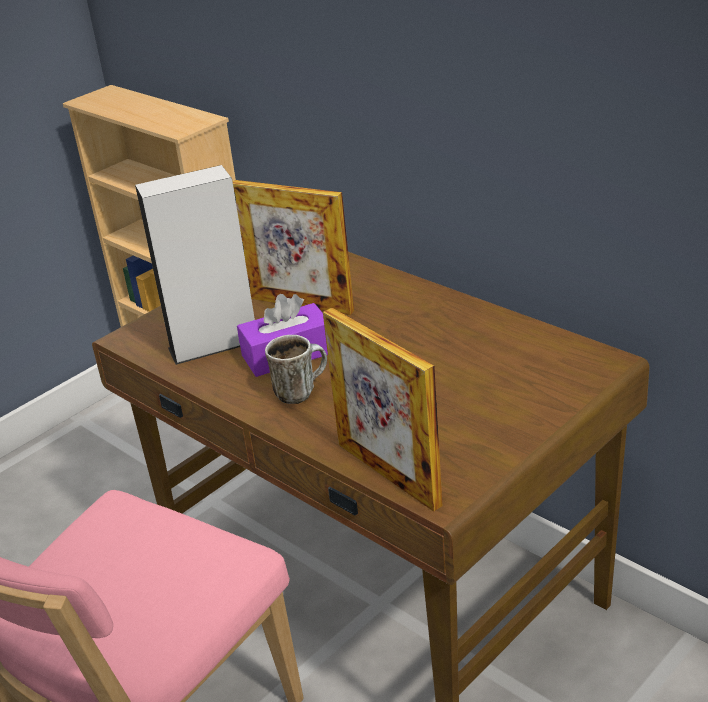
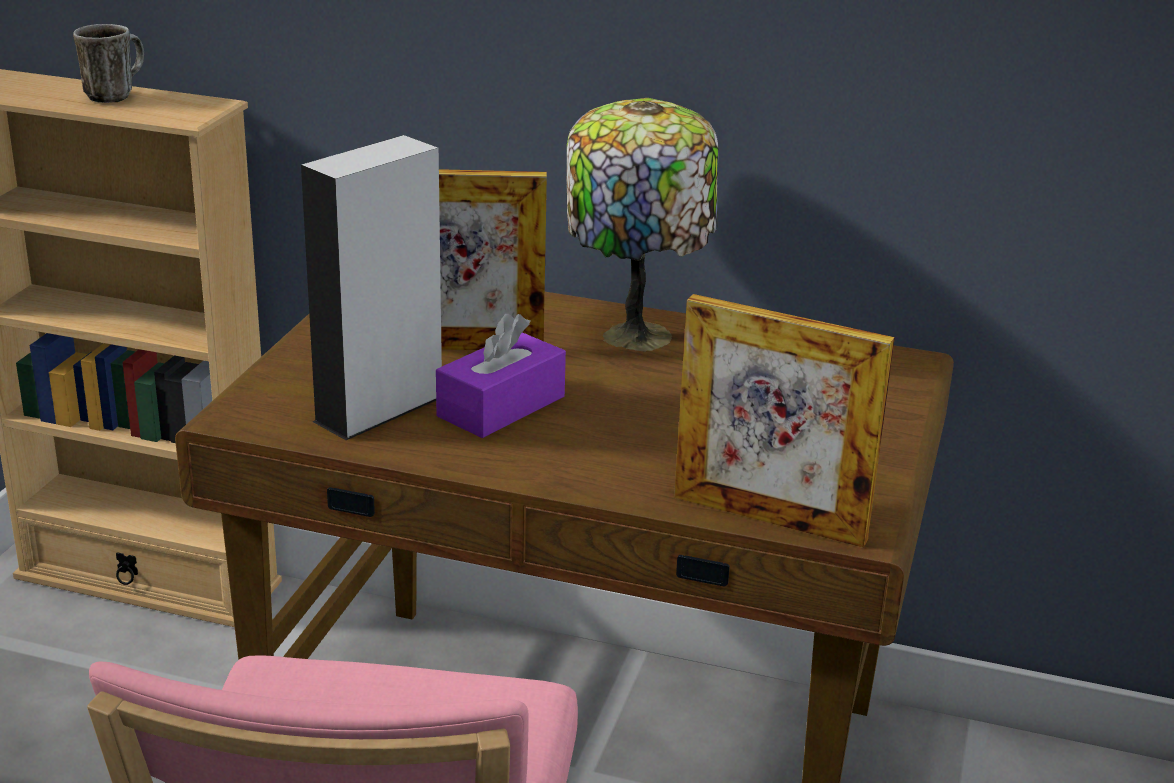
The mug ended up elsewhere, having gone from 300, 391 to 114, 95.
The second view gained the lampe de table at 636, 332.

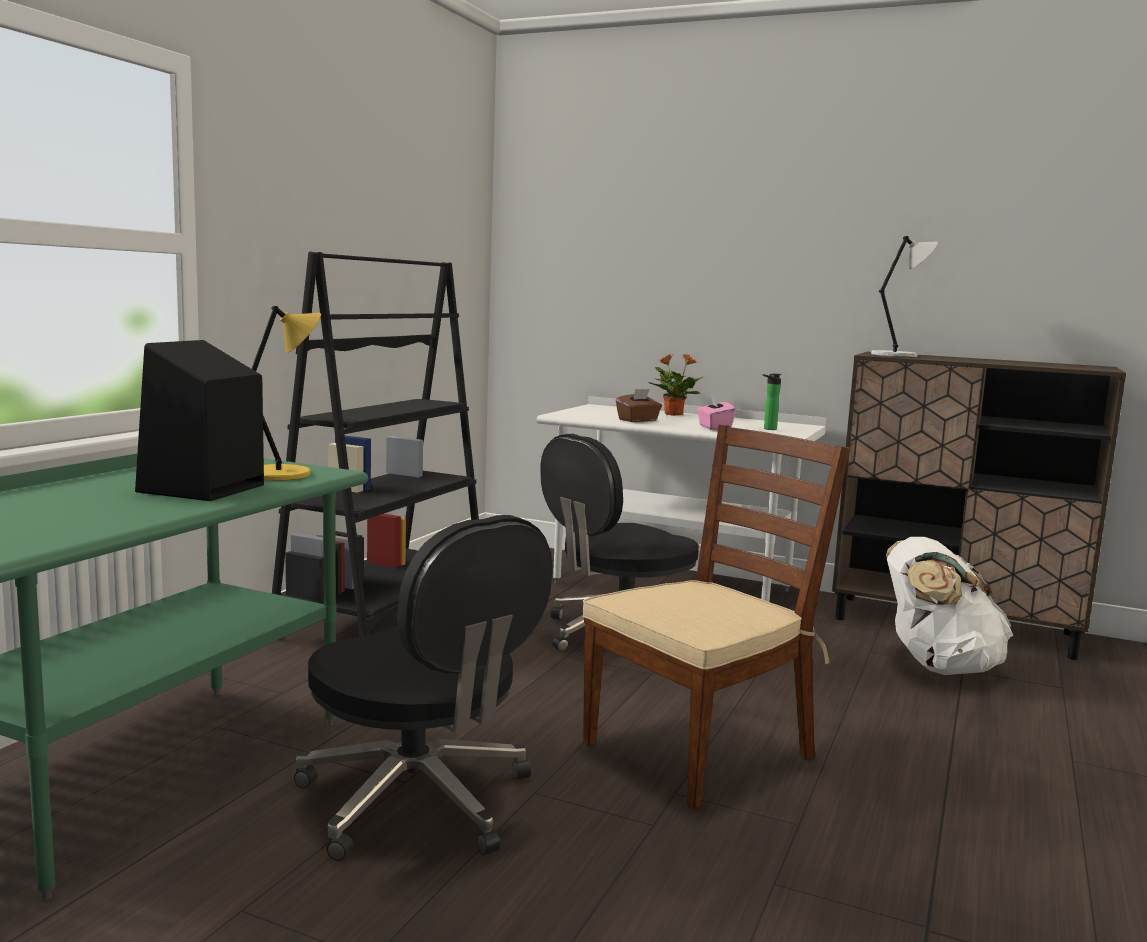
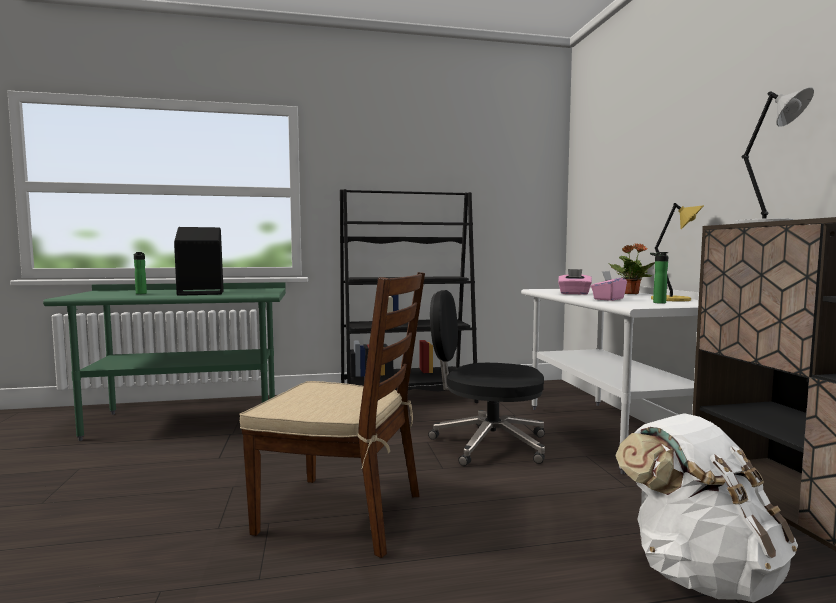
The second view gained the bouteille at 141, 293.
What was the boîte à mouchoirs (marron) at 638, 420 turned into the boîte à mouchoirs (rose) at 574, 293.
The lampe de table (jaune) ended up elsewhere, having gone from 282, 474 to 673, 299.
The second view lost the chaise de bureau (noir) at 419, 801.

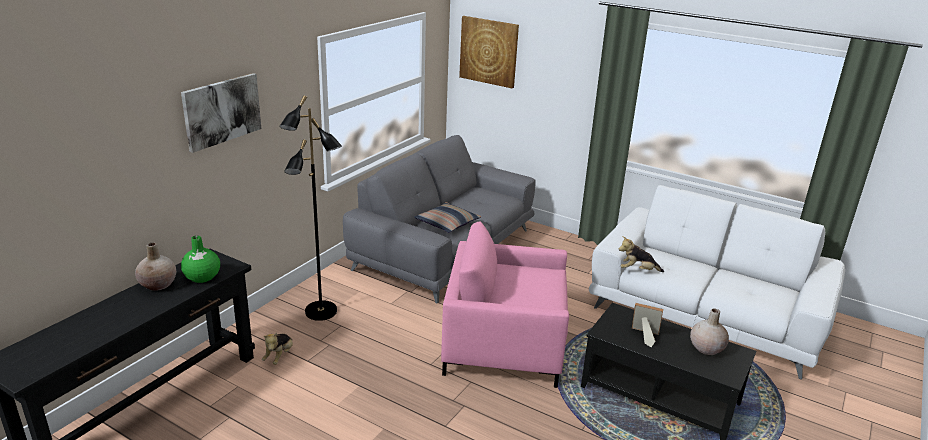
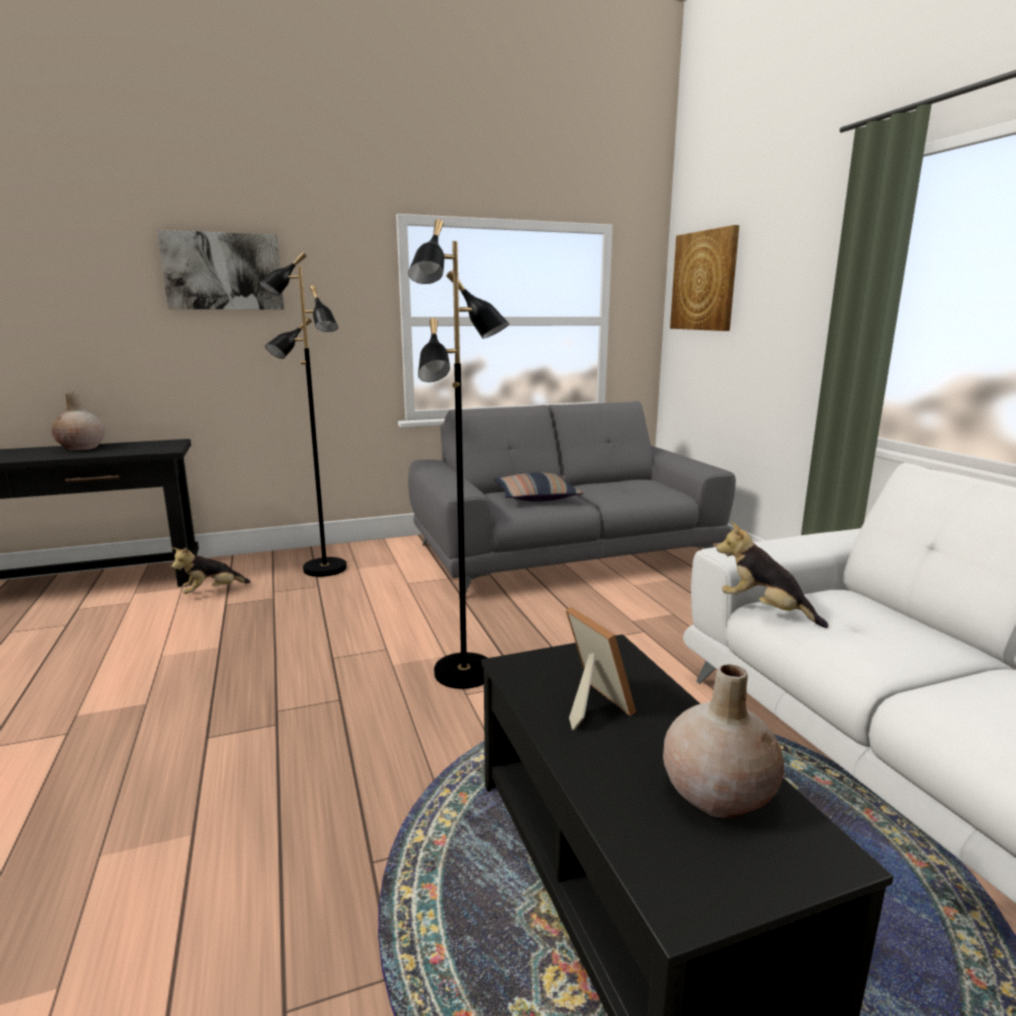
Where the fauteuil (rose) stood at 503, 344, the lampadaire (noir) came to stand at 465, 673.
The second view lost the vase (vert) at 202, 277.

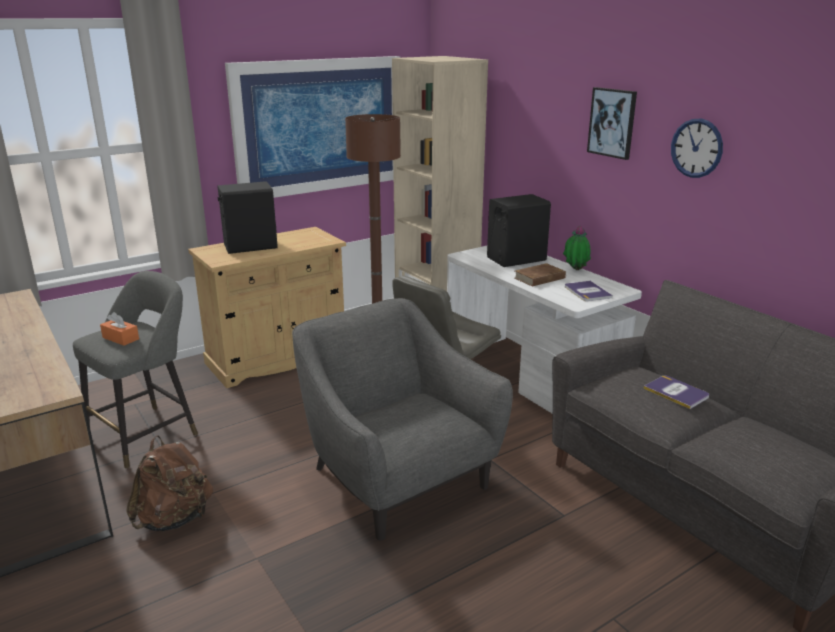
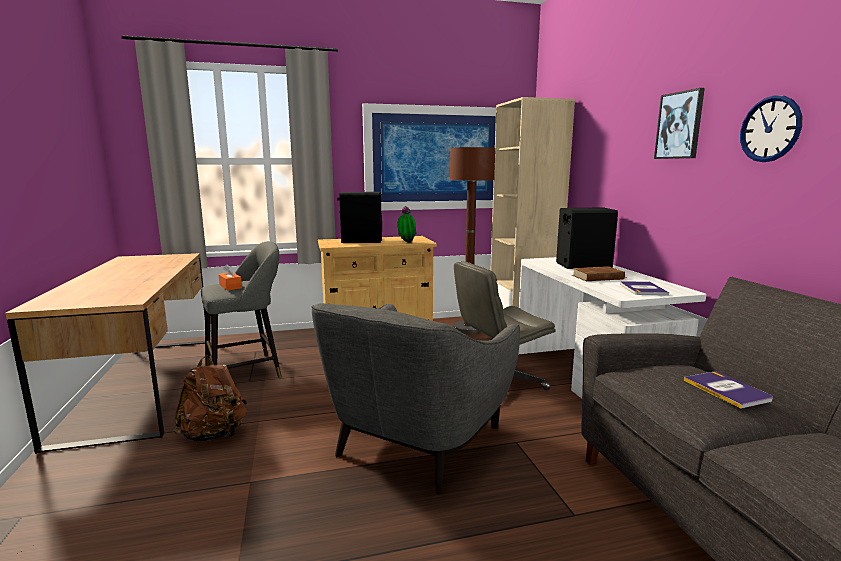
The fauteuil (gris) at 396, 478 ended up facing another way, 135 degrees counterclockwise from before.
The plante en pot ended up elsewhere, having gone from 575, 270 to 406, 243.

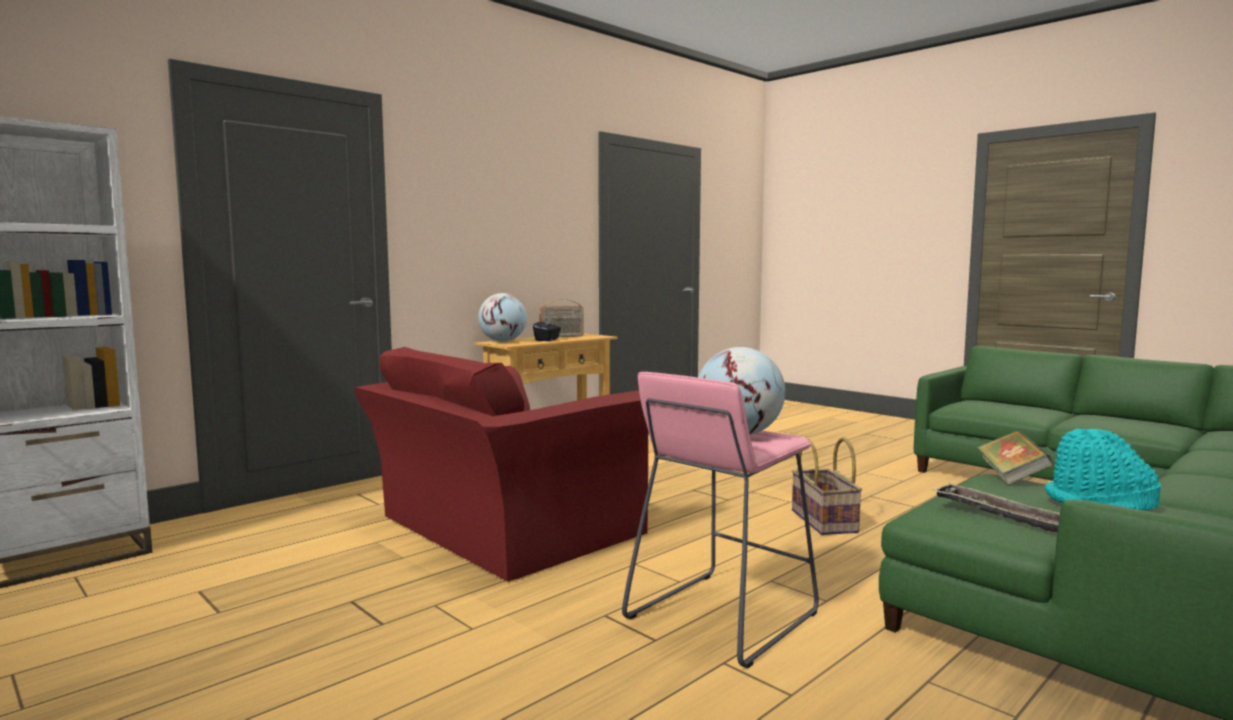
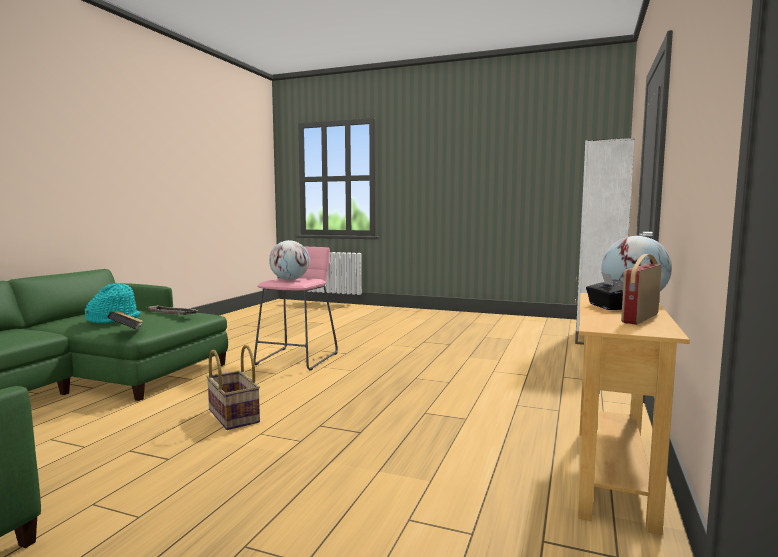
The second view lost the fauteuil (rouge) at 500, 528.

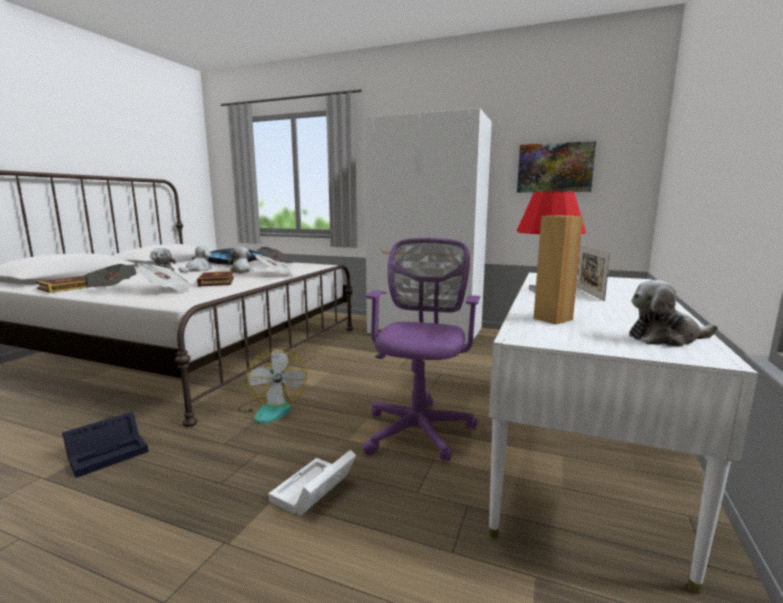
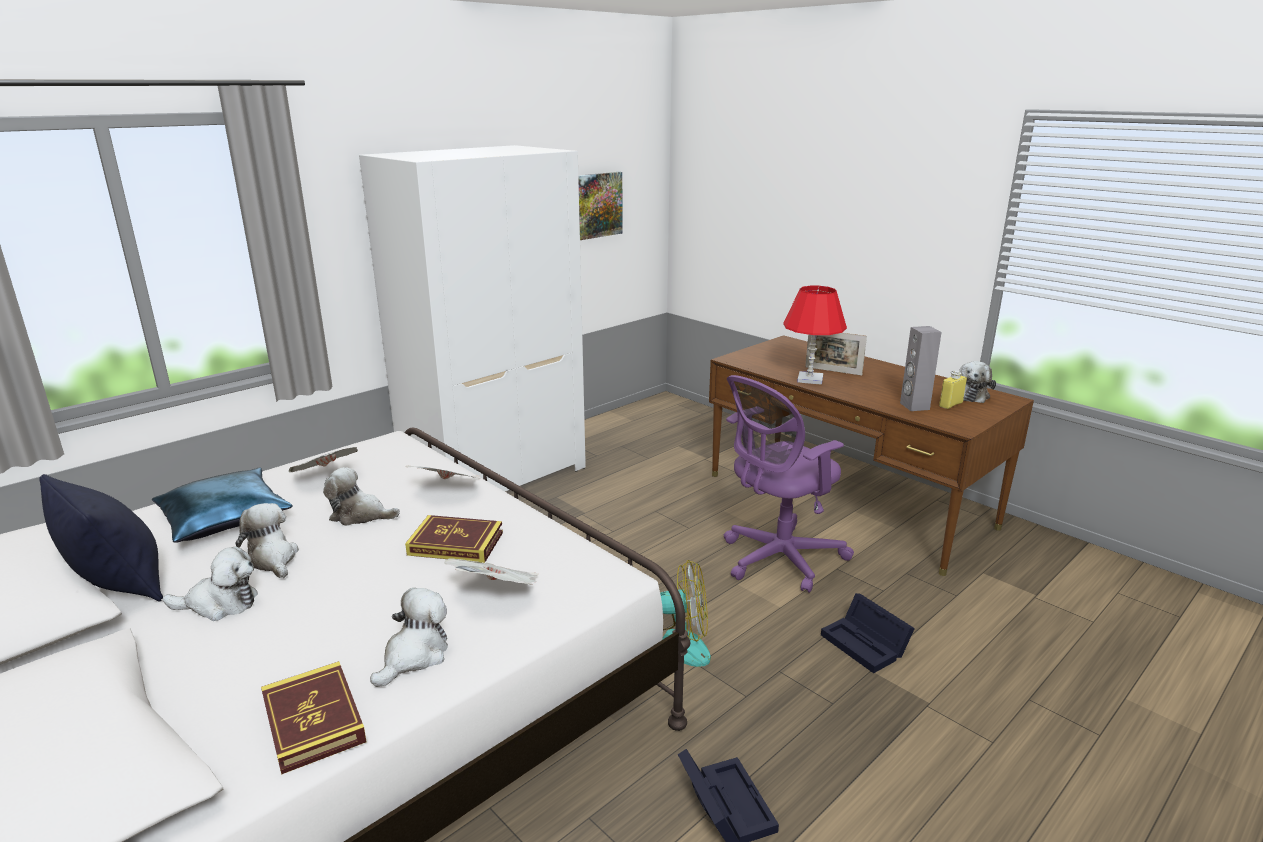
The second view gained the coussin (noir) at 118, 585.
Where the journal stood at 112, 289, the peluche came to stand at 414, 656.
What was the bureau (blanc) at 579, 448 turned into the bureau (marron) at 847, 500.
The chaise de bureau (violet) at 419, 428 ended up facing another way, 75 degrees counterclockwise from before.
What was the boîte de rangement (blanc) at 313, 492 turned into the boîte de rangement (noir) at 867, 645.
What was the enceinte (marron) at 552, 319 turned into the enceinte (gris) at 914, 406.
The second view gained the bouteille (jaune) at 950, 404.

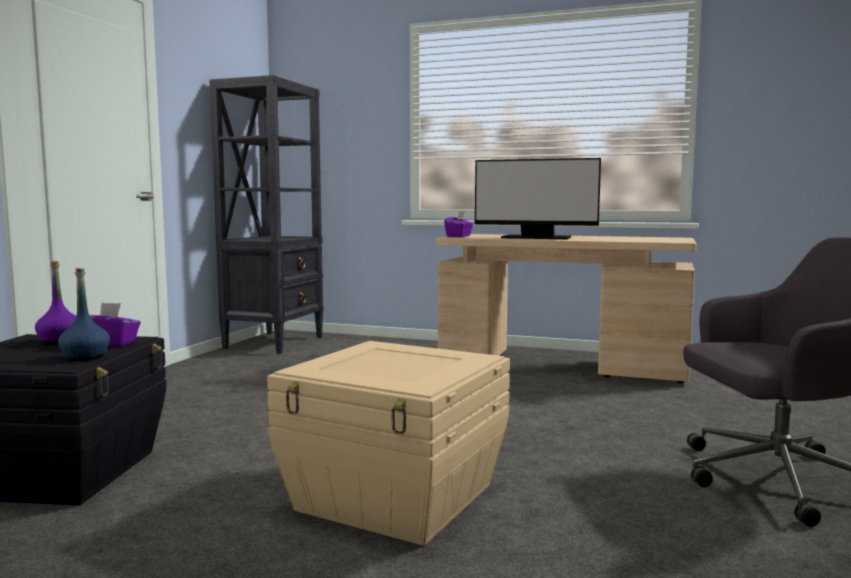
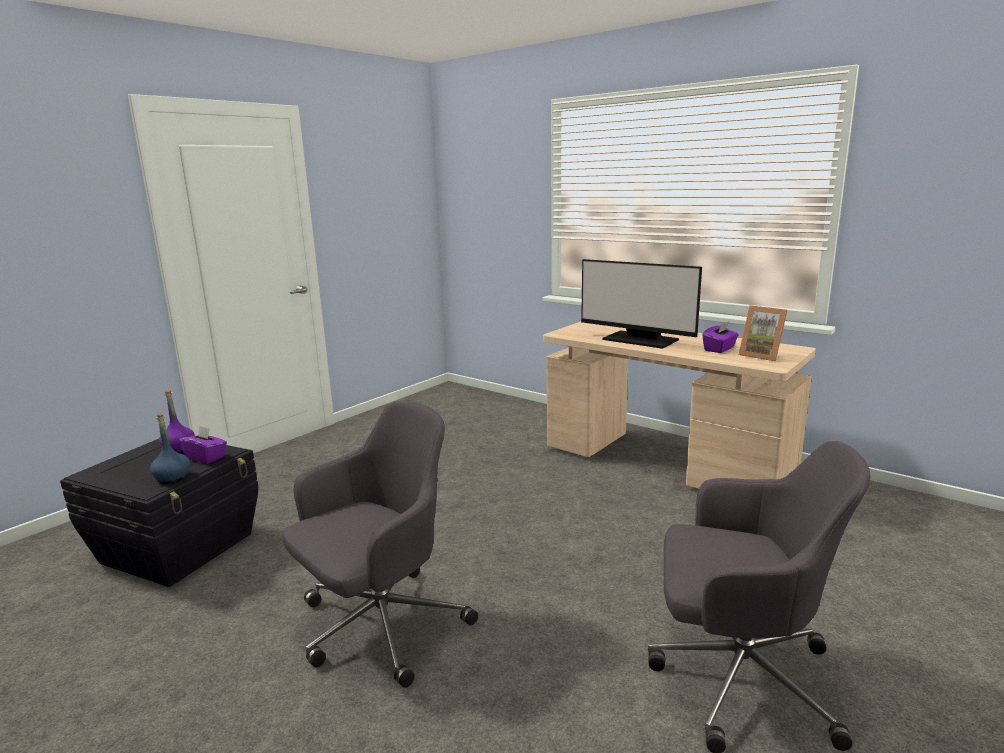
Where the boîte de rangement (beige) stood at 396, 498, the chaise de bureau (gris) came to stand at 380, 626.
The boîte à mouchoirs (violet) ended up elsewhere, having gone from 459, 236 to 719, 349.
The second view gained the cadre photo at 762, 355.
The second view lost the bibliothèque (noir) at 275, 342.

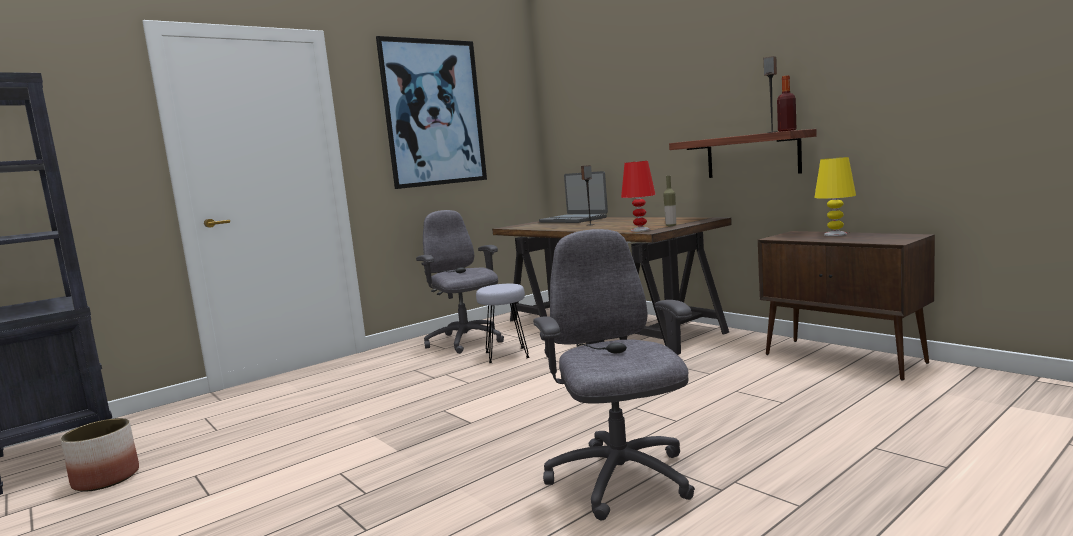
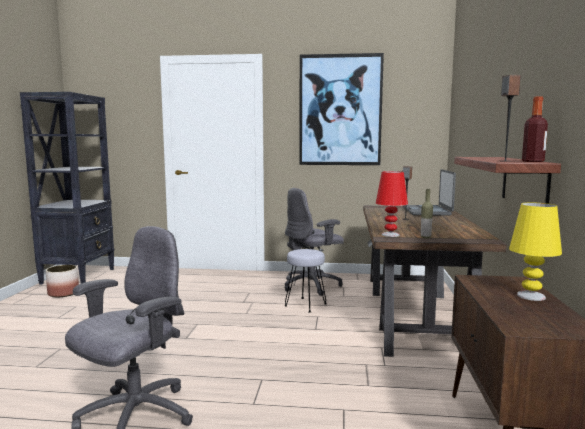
The chaise de bureau (gris) at 465, 342 ended up facing another way, 135 degrees counterclockwise from before.

